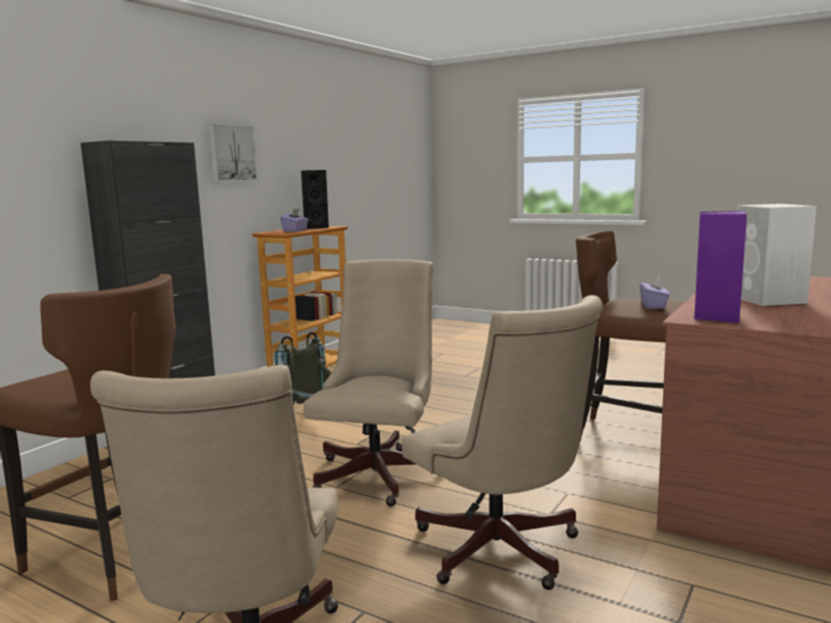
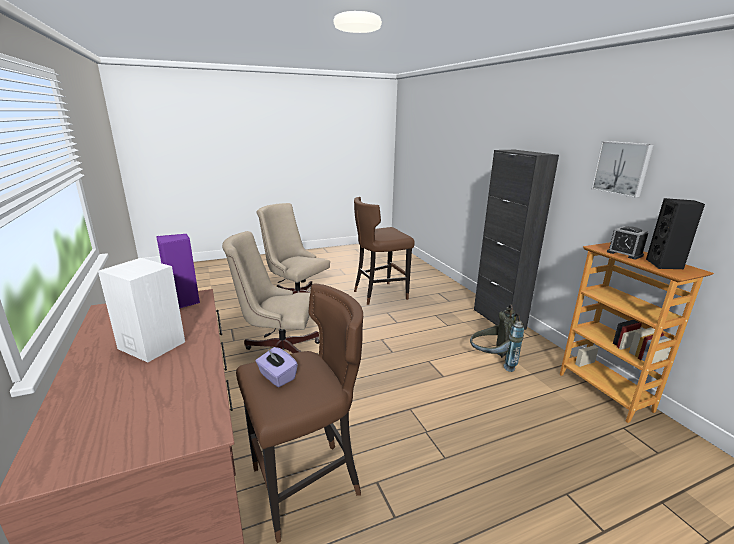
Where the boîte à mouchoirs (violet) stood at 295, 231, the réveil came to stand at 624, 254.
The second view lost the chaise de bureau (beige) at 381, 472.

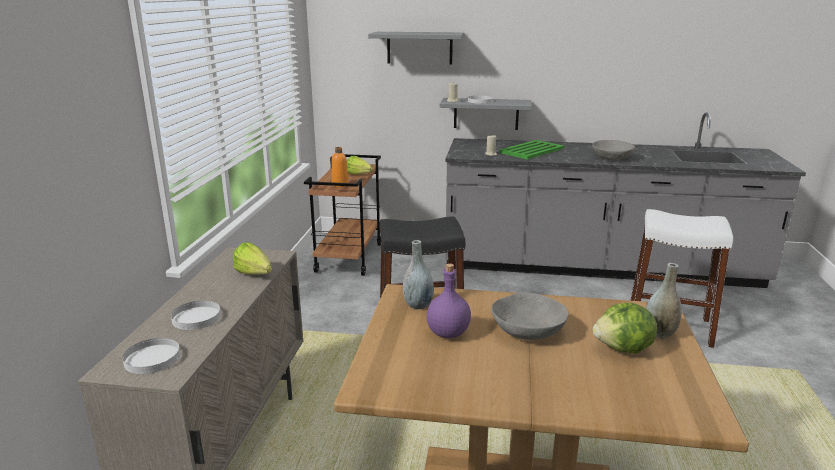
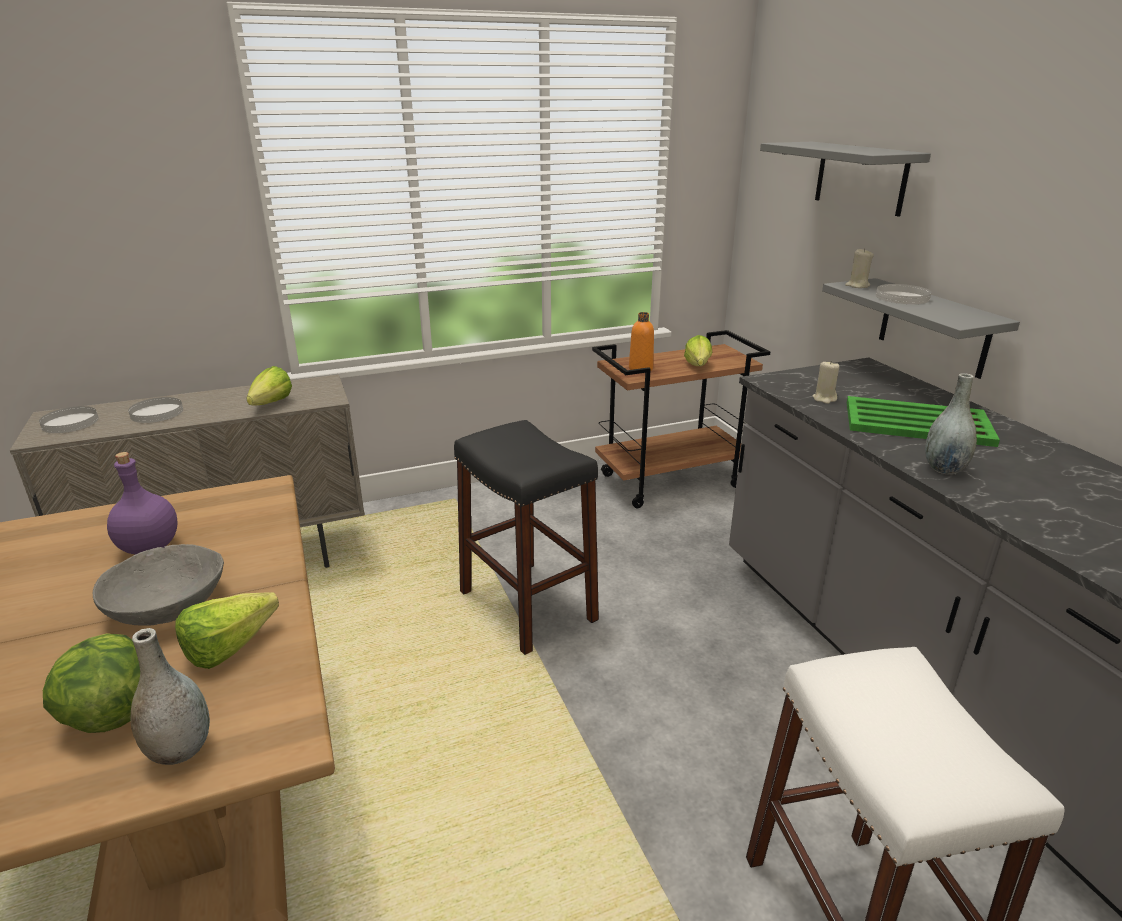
The second view gained the laitue at 238, 645.
The vase (gris) ended up elsewhere, having gone from 418, 305 to 944, 469.
The second view lost the bol (gris) at 611, 158.

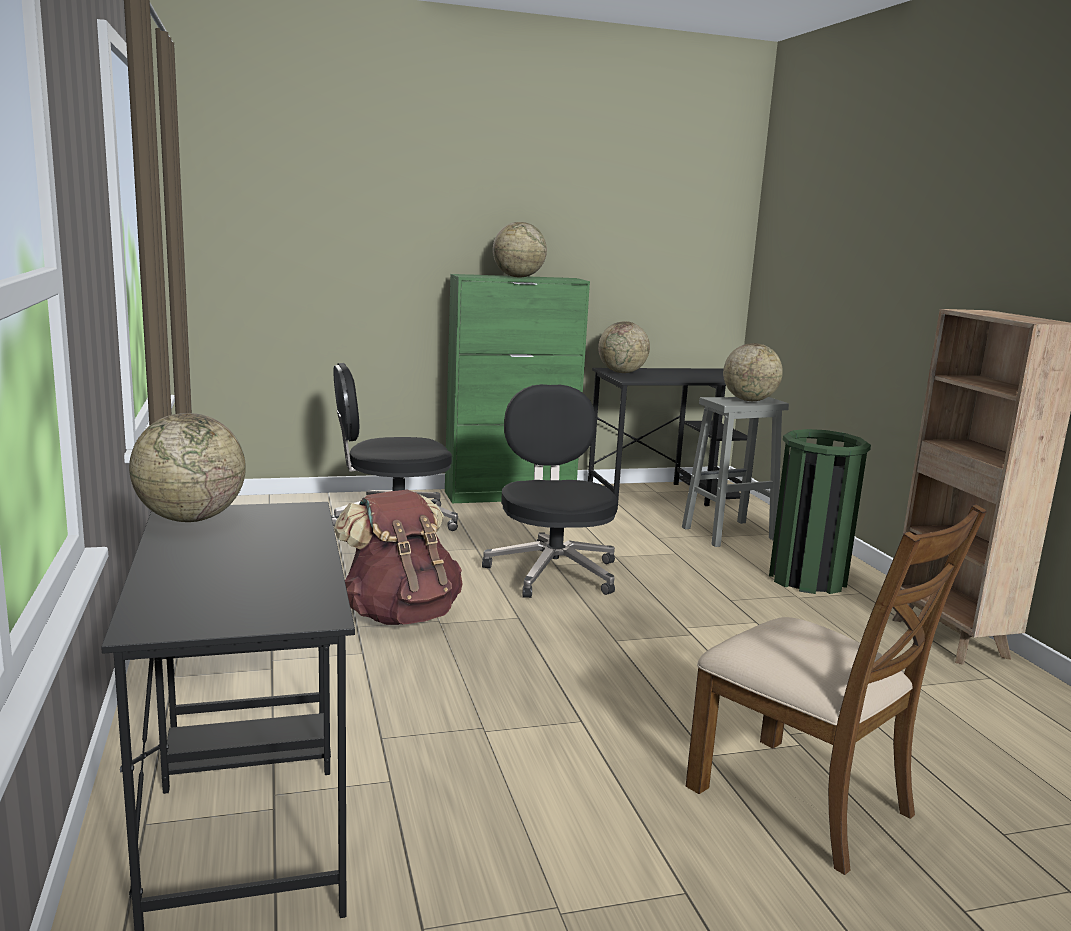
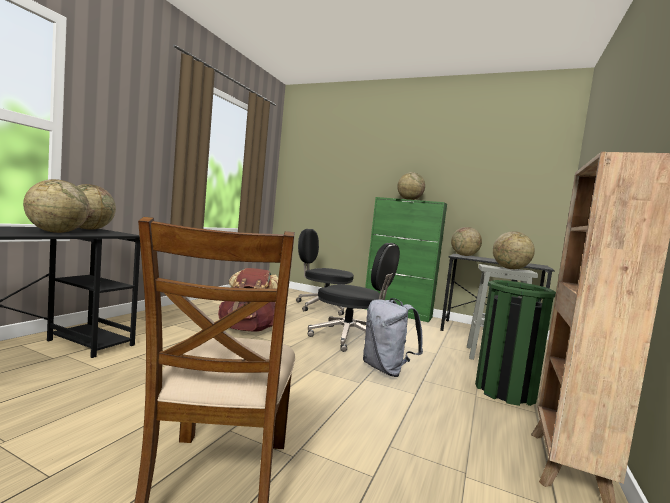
The second view gained the globe at 56, 232.
The chaise de bureau (noir) at 552, 571 ended up facing another way, 90 degrees clockwise from before.
The second view gained the sac à dos (gris) at 386, 370.

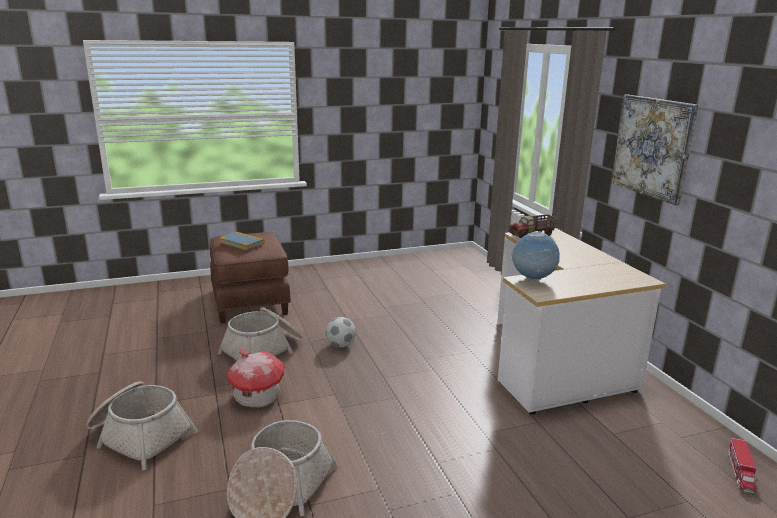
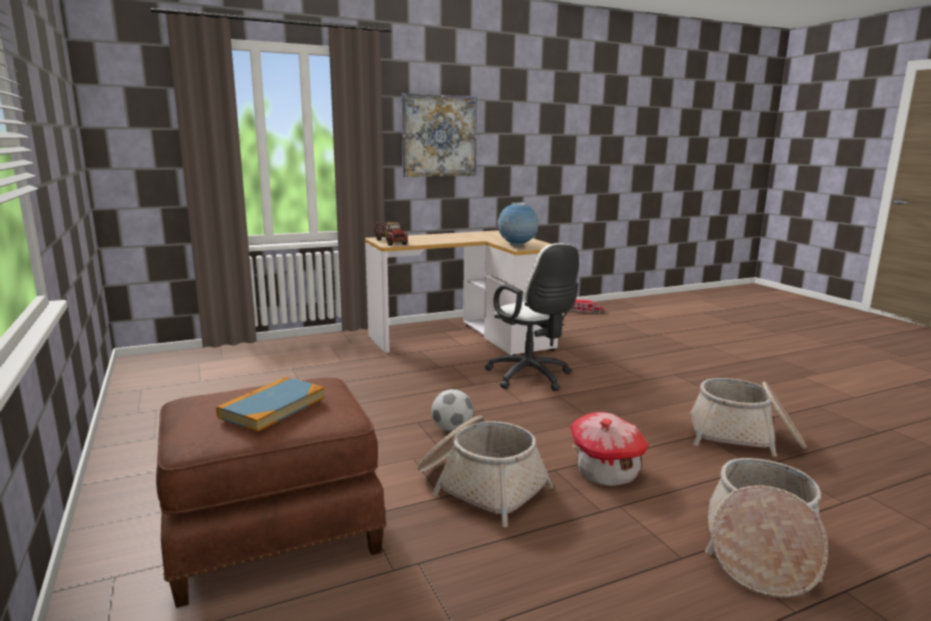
The second view gained the chaise de bureau (blanc) at 531, 378.

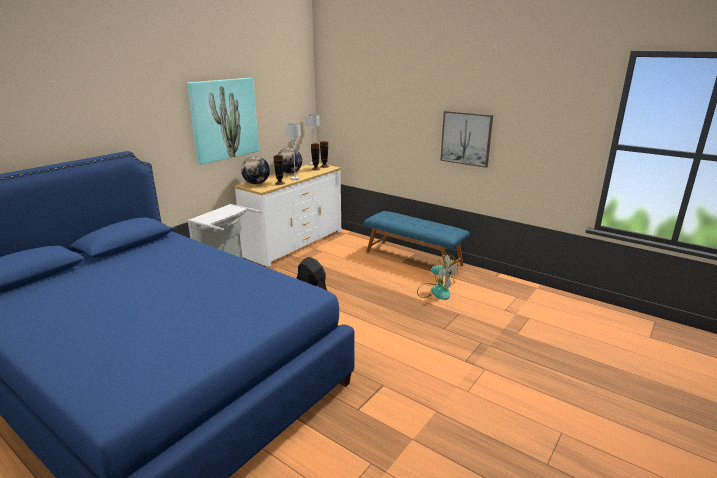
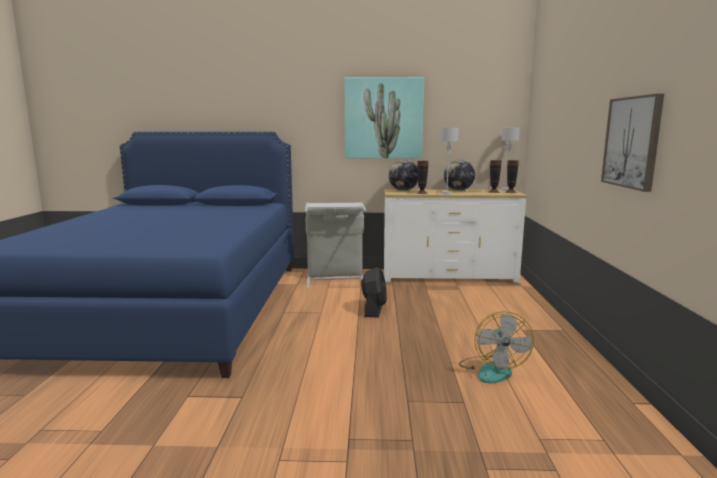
The second view lost the banc (bleu) at 413, 258.

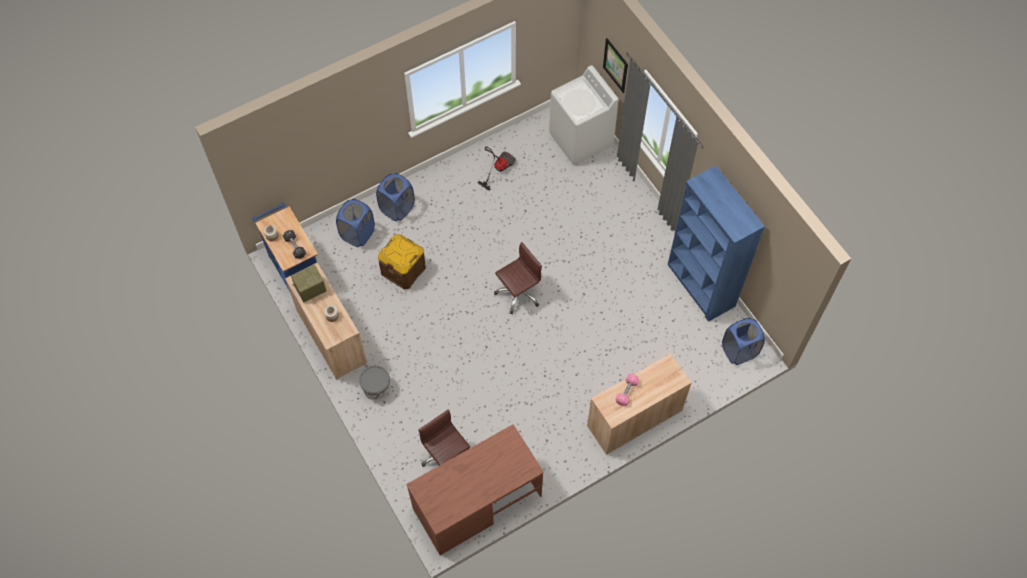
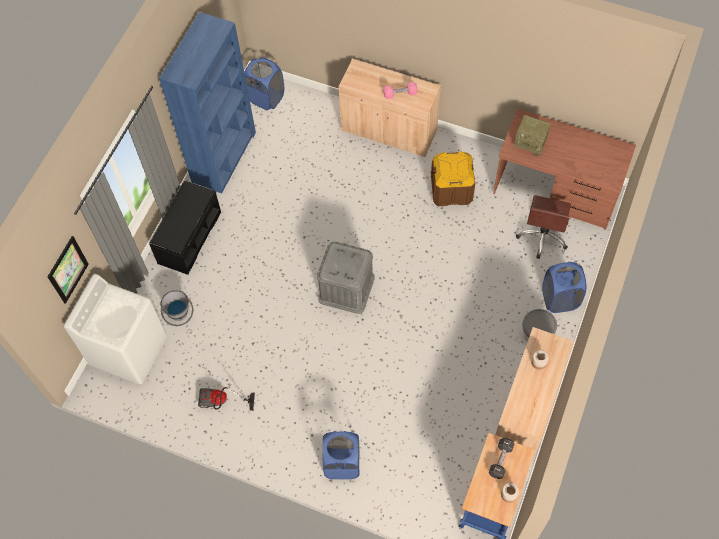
The second view gained the banc (noir) at 189, 237.
The second view gained the seau (gris) at 179, 316.
Where the chaise de bureau (marron) stood at 518, 293, the boîte de rangement (gris) came to stand at 346, 288.
The boîte de rangement (marron) ended up elsewhere, having gone from 403, 270 to 451, 189.
The radio ended up elsewhere, having gone from 310, 290 to 531, 142.
The panier à linge (bleu) ended up elsewhere, having gone from 358, 234 to 559, 299.

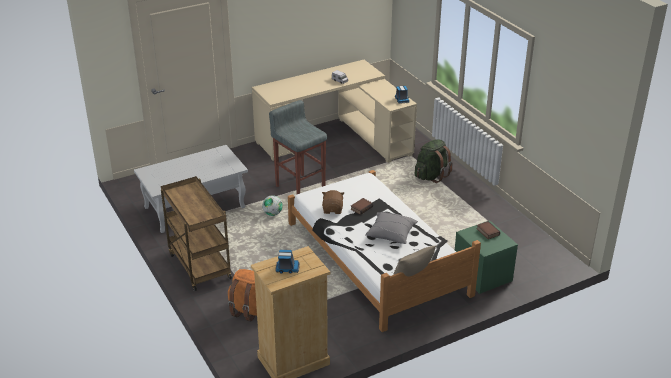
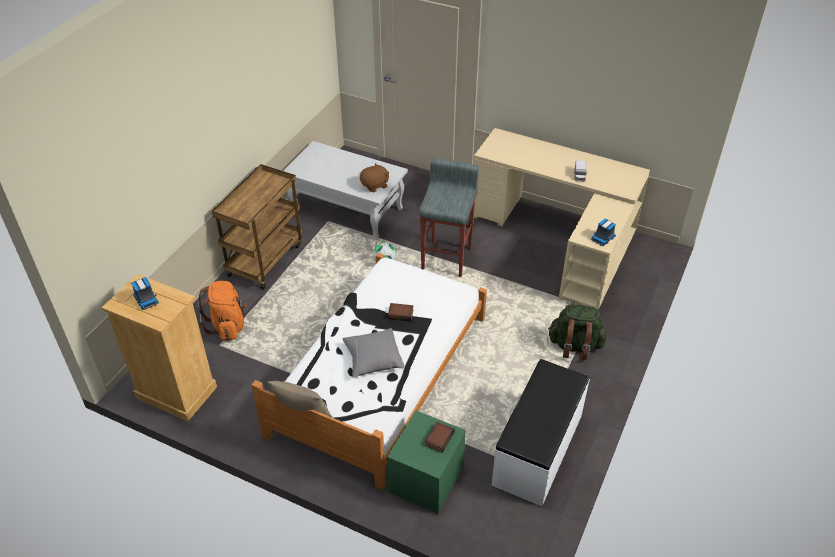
The peluche (marron) ended up elsewhere, having gone from 333, 210 to 375, 185.
The second view gained the banc (blanc) at 538, 450.

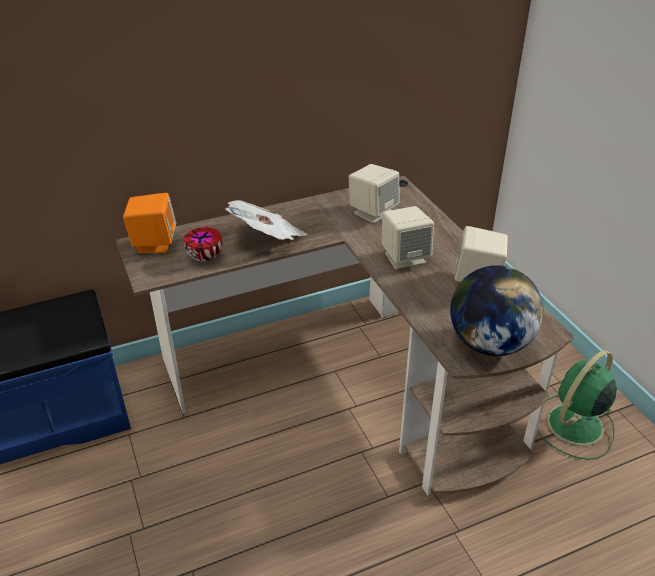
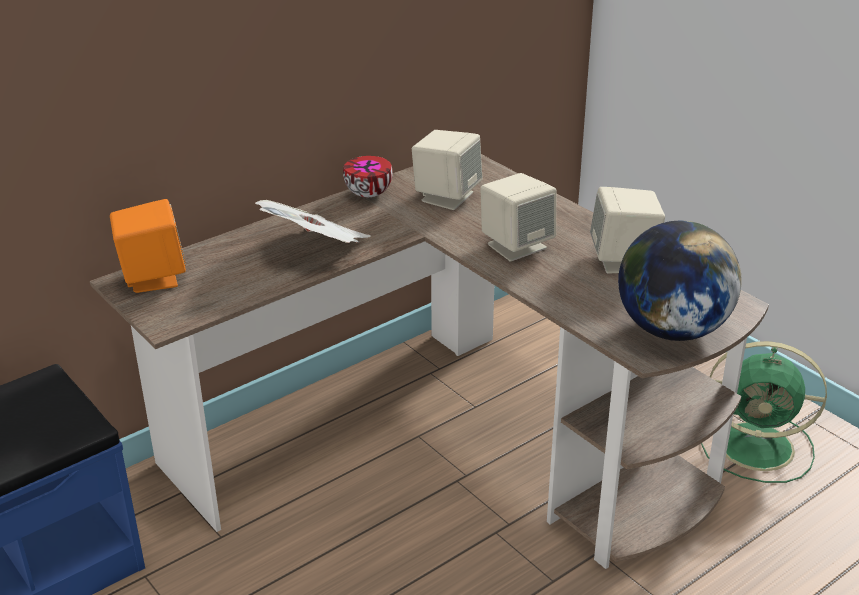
The bol ended up elsewhere, having gone from 206, 257 to 370, 194.
The ventilateur (vert) at 573, 426 ended up facing another way, 105 degrees counterclockwise from before.

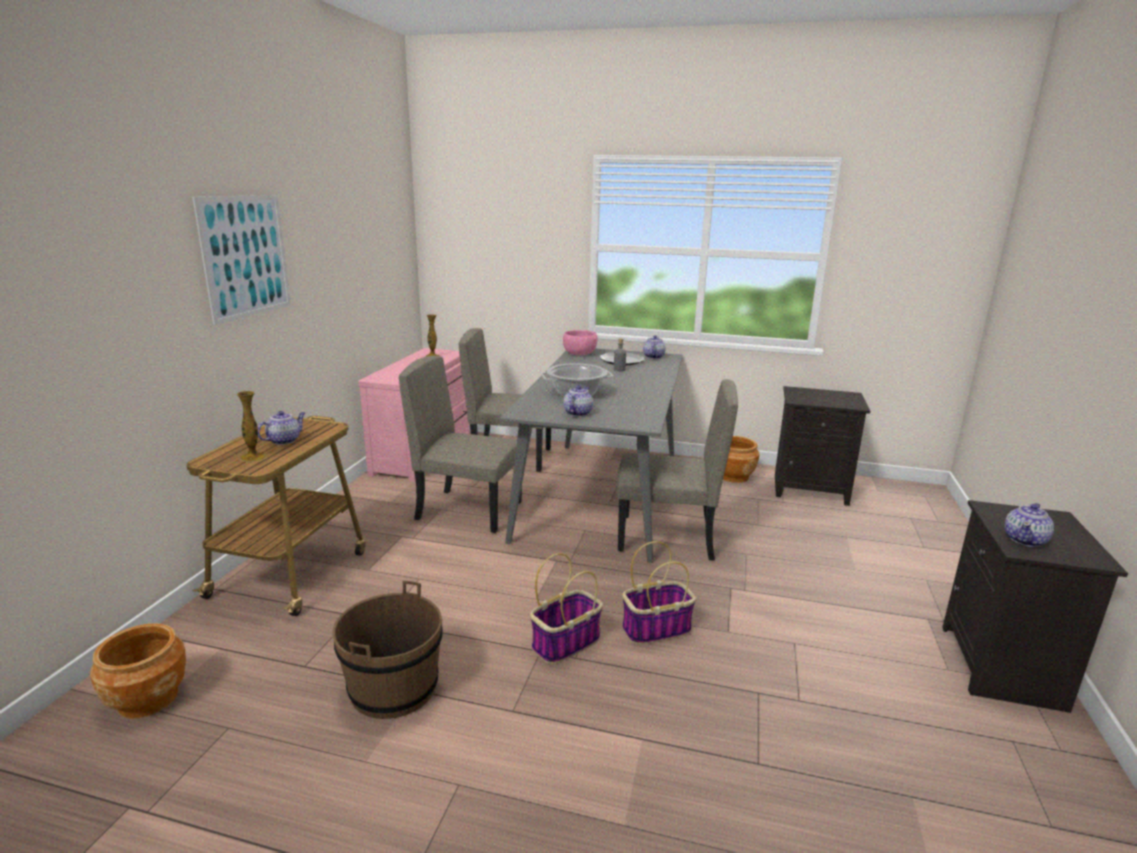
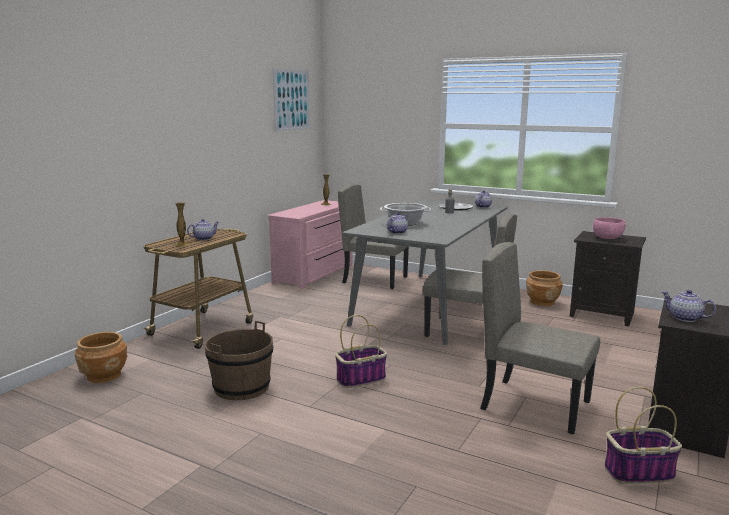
The tableau ended up elsewhere, having gone from 246, 256 to 292, 100.
The chaise (beige) ended up elsewhere, having gone from 469, 510 to 535, 405.
The bol (rose) ended up elsewhere, having gone from 579, 354 to 607, 238.
The panier ended up elsewhere, having gone from 656, 629 to 639, 472.
The théière at 1025, 540 ended up facing another way, 75 degrees clockwise from before.

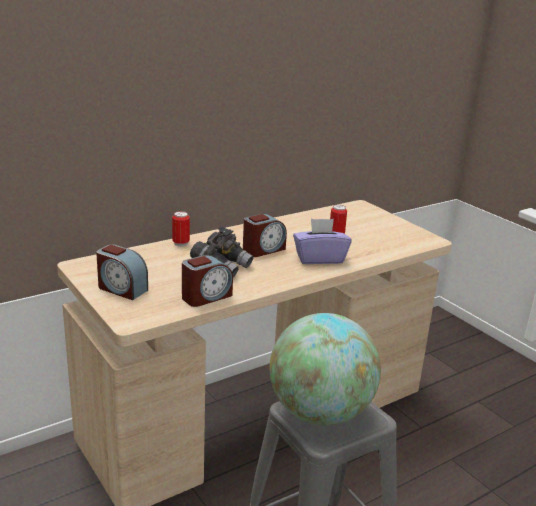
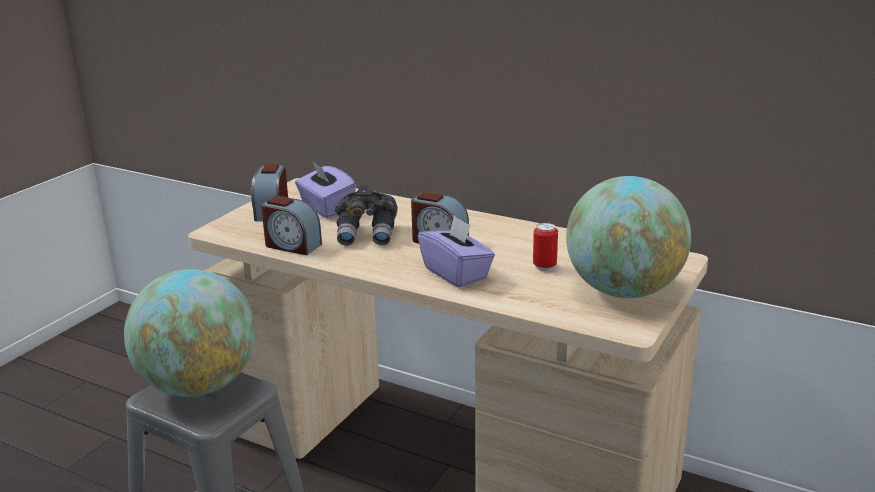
The second view gained the boîte à mouchoirs (violet) at 326, 208.
The second view gained the globe at 624, 291.
The second view lost the boîte métallique at 181, 243.

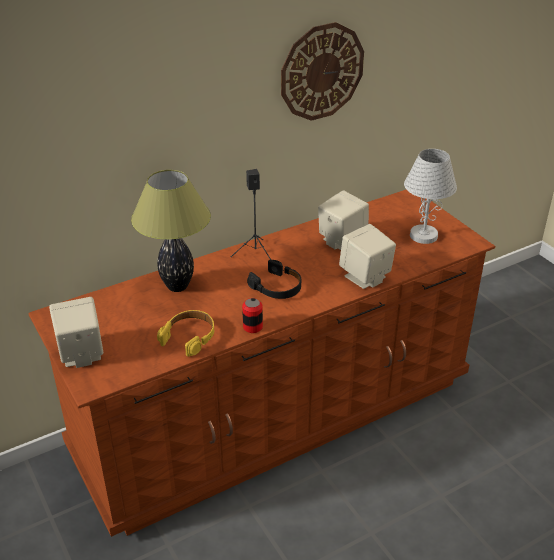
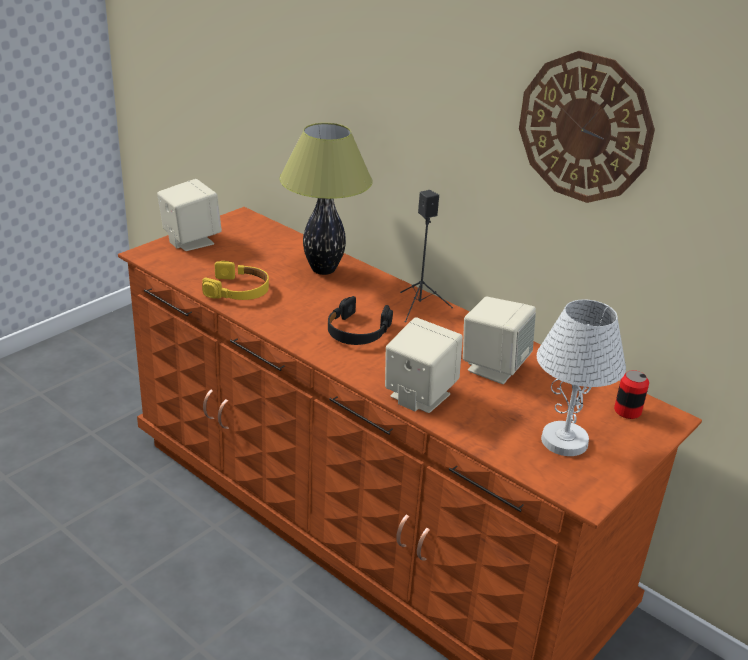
The boîte métallique ended up elsewhere, having gone from 252, 327 to 627, 411.

